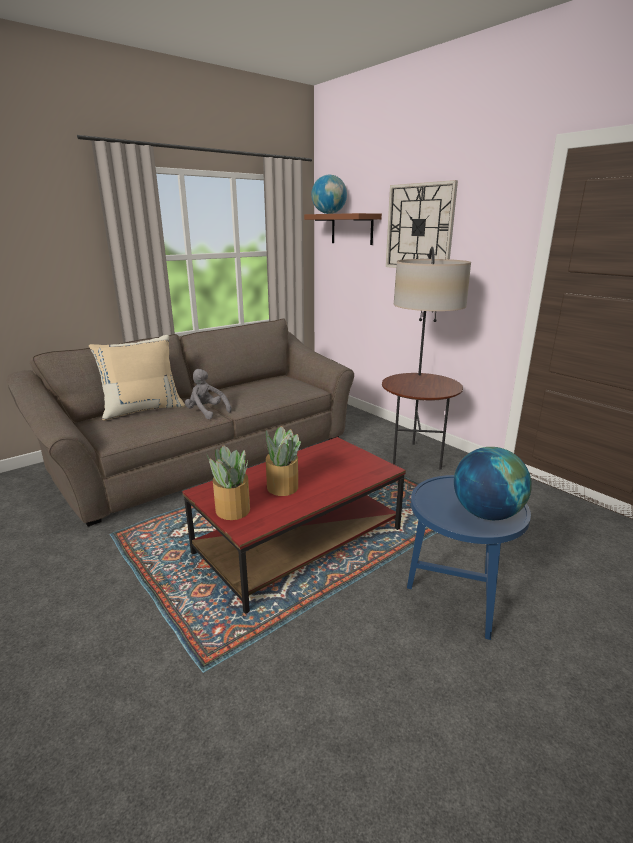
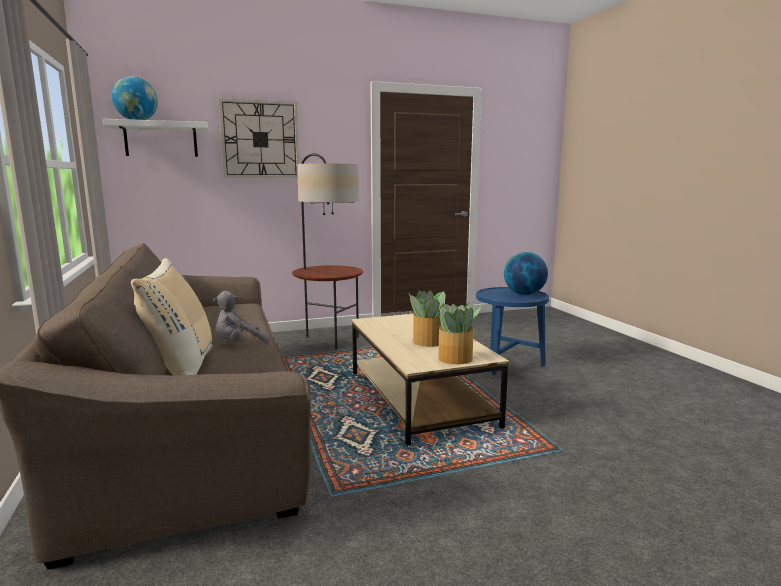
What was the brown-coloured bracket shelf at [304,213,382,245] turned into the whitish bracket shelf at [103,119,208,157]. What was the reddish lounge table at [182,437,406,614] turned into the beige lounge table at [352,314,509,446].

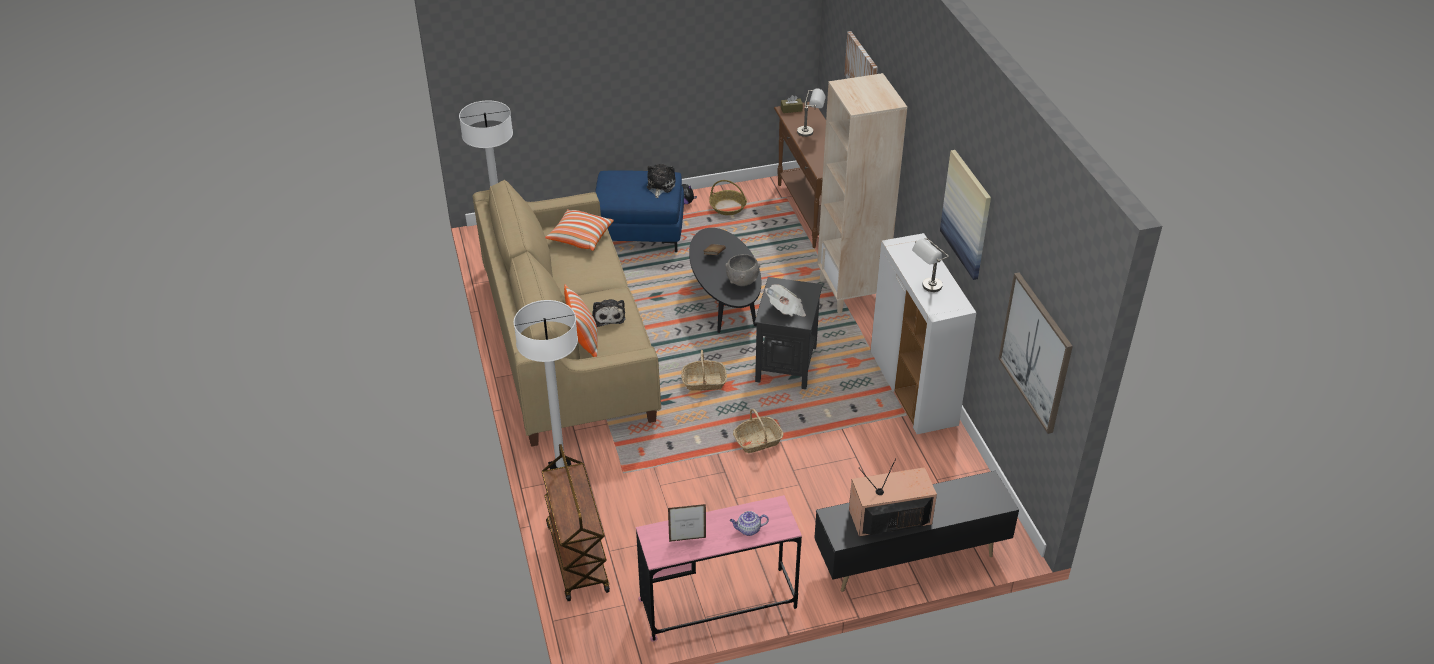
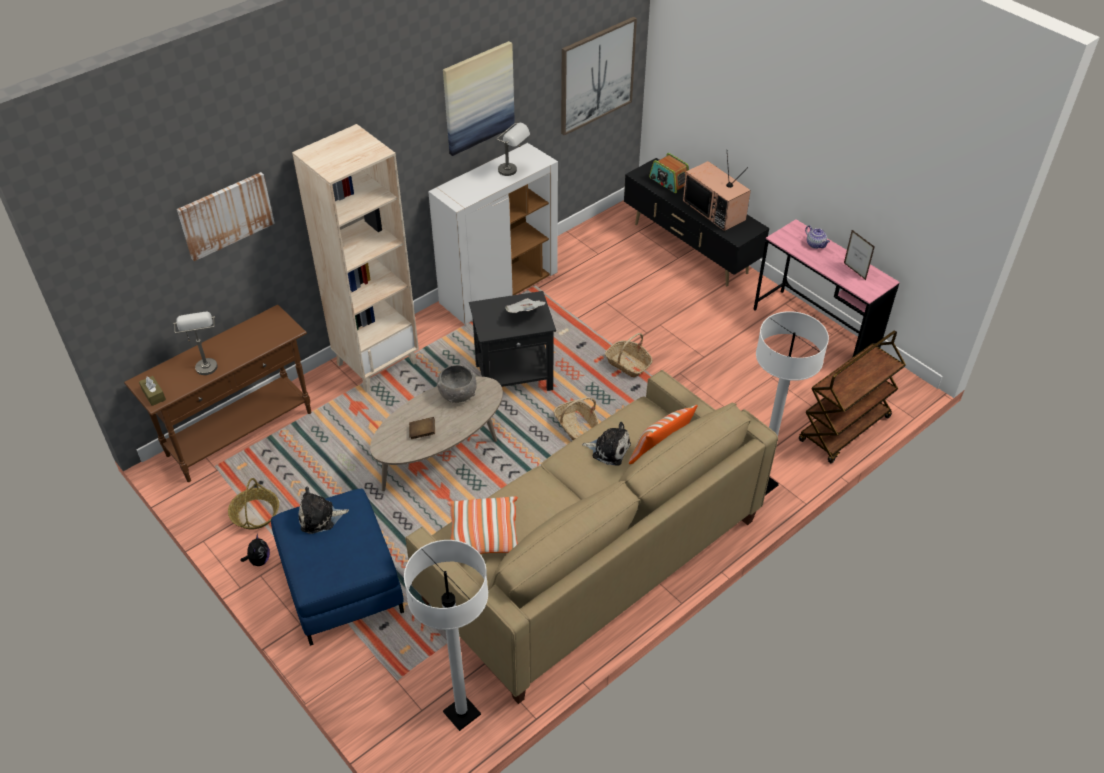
What was the black lounge table at [689,228,761,333] turned into the beige lounge table at [370,377,503,491]. The soft toy at [592,299,625,327] ended up facing another way, 60 degrees clockwise from before. The second view gained the radio at [649,153,689,193].

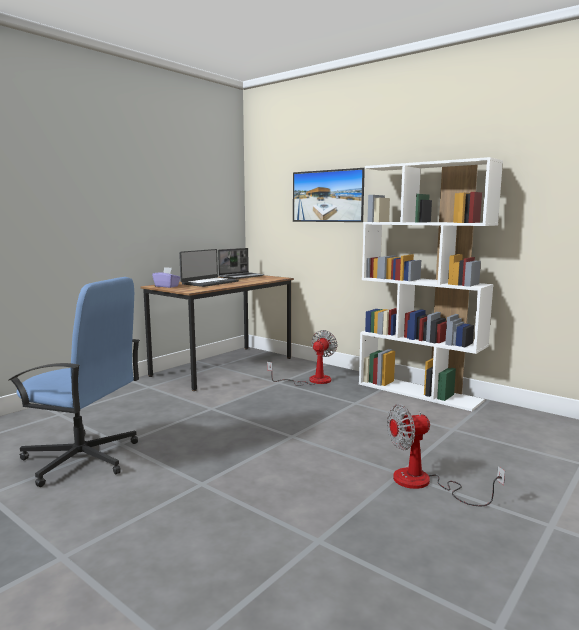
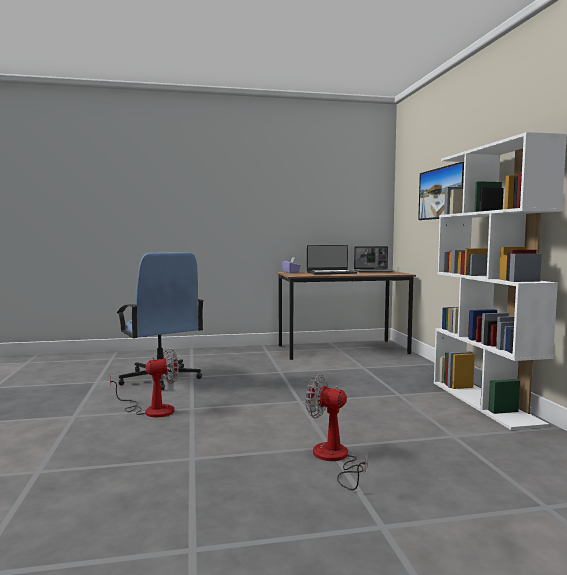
The cooling fan ended up elsewhere, having gone from [267,330,337,386] to [110,348,179,417].

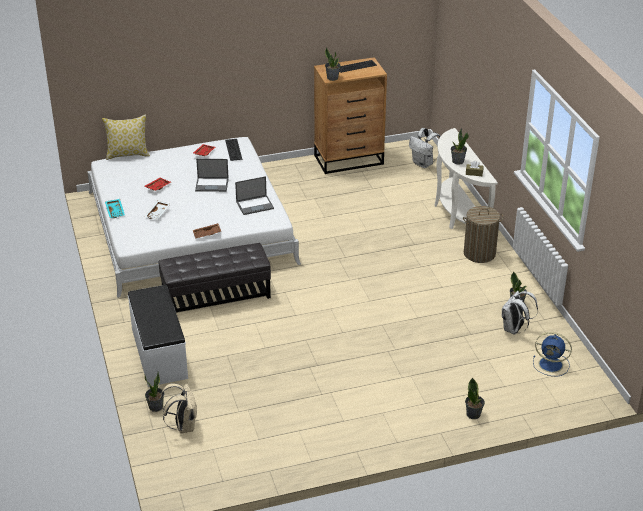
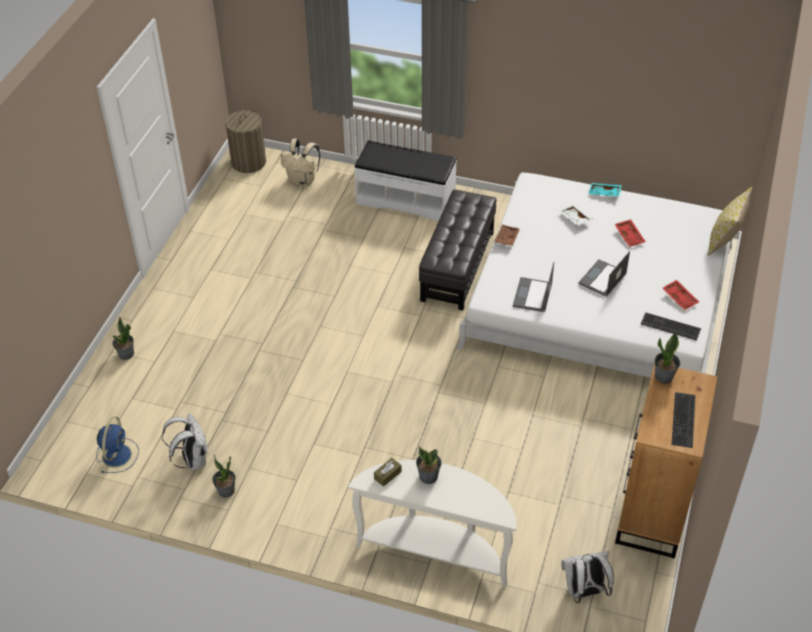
The blue cooling fan at [533,332,572,377] ended up facing another way, 135 degrees clockwise from before. The hamper ended up elsewhere, having gone from [463,206,503,263] to [225,110,266,173]. The second view lost the potted plant at [144,372,164,412].

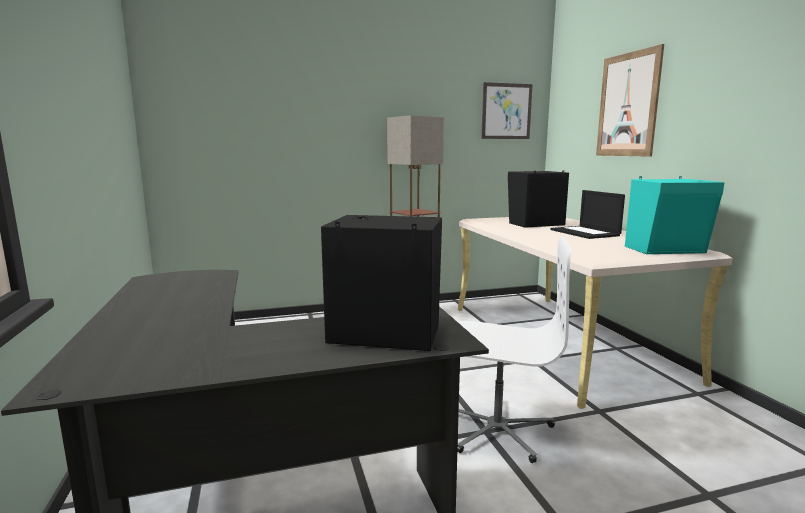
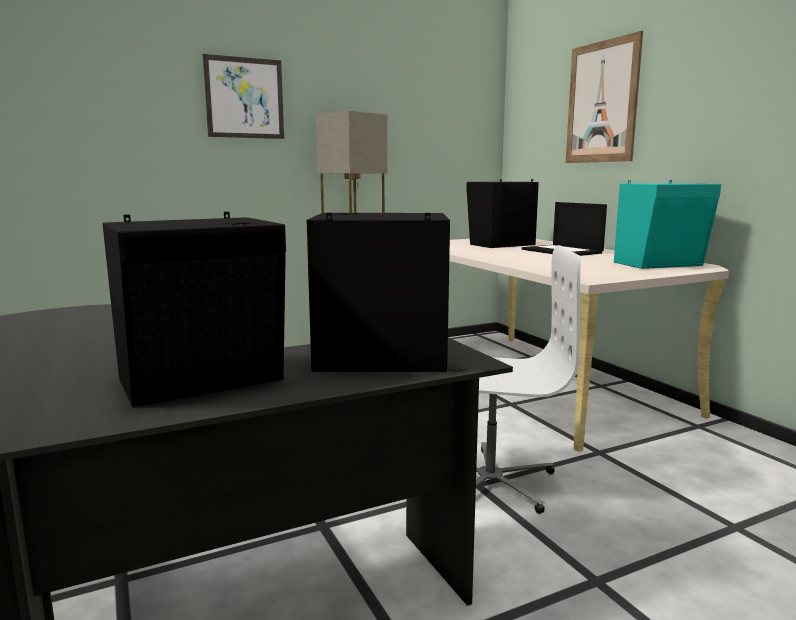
The second view gained the black audio speaker at [103,212,286,407]. The wall art ended up elsewhere, having gone from [481,82,533,139] to [203,54,284,139].

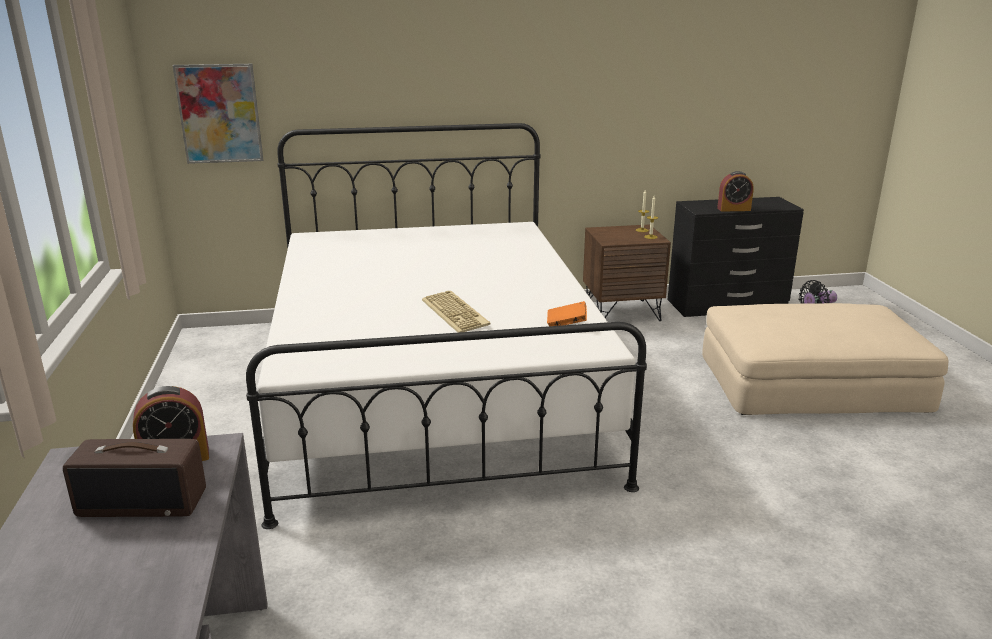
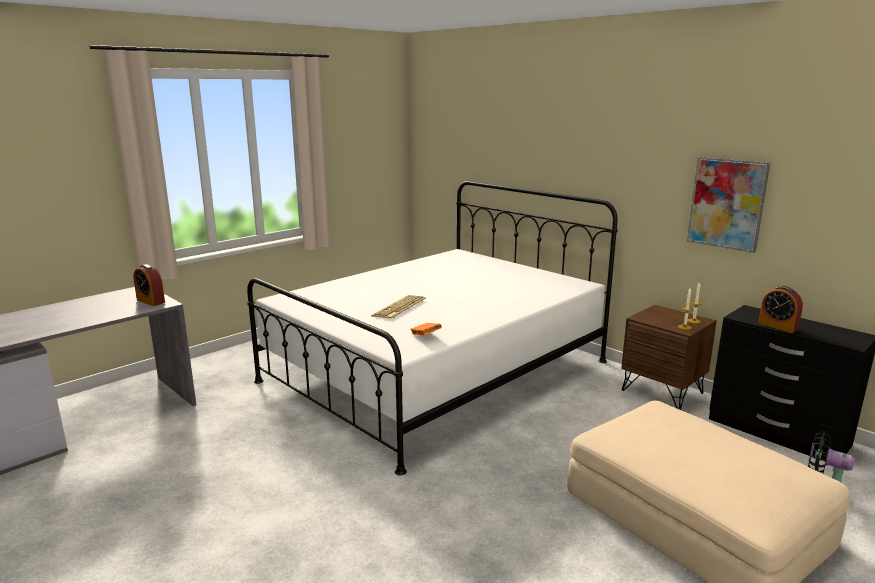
The wall art ended up elsewhere, having gone from [172,64,263,164] to [687,157,770,253]. The second view lost the radio at [63,439,206,517].

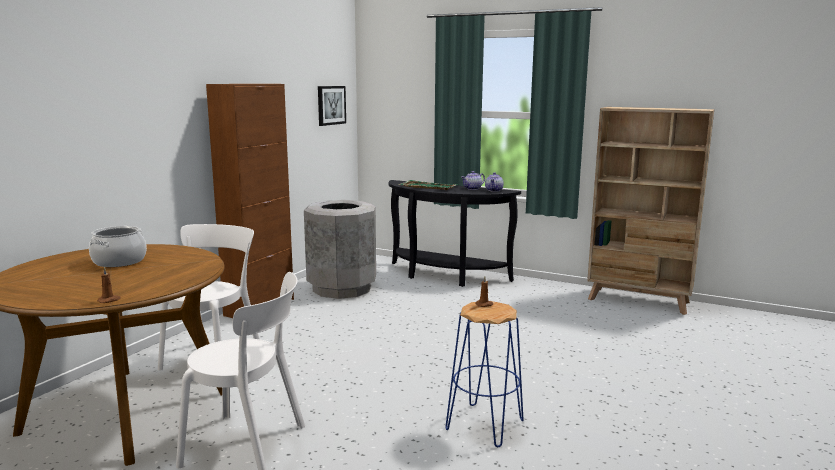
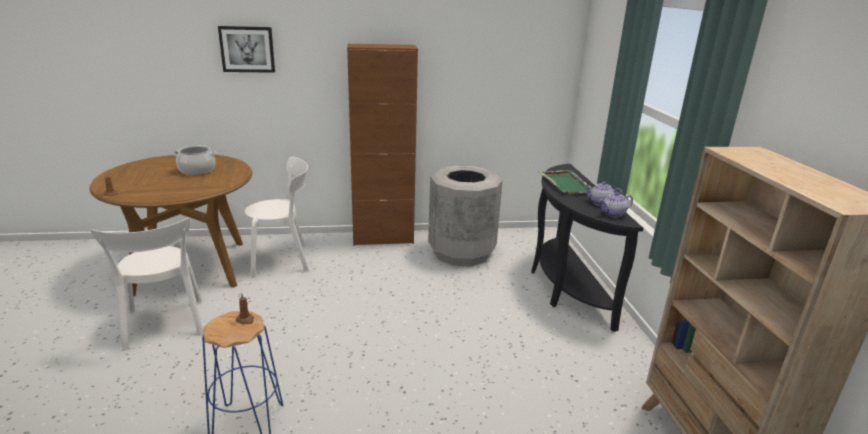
The wall art ended up elsewhere, having gone from [318,86,346,126] to [218,26,275,73].

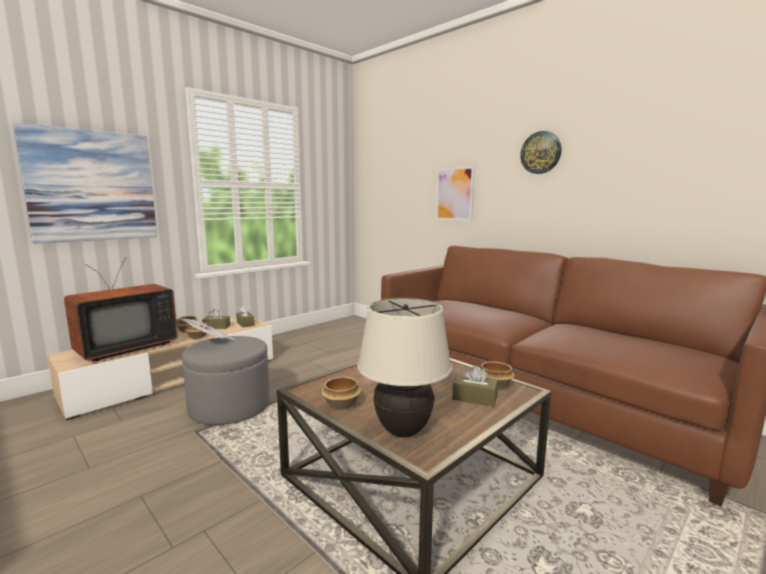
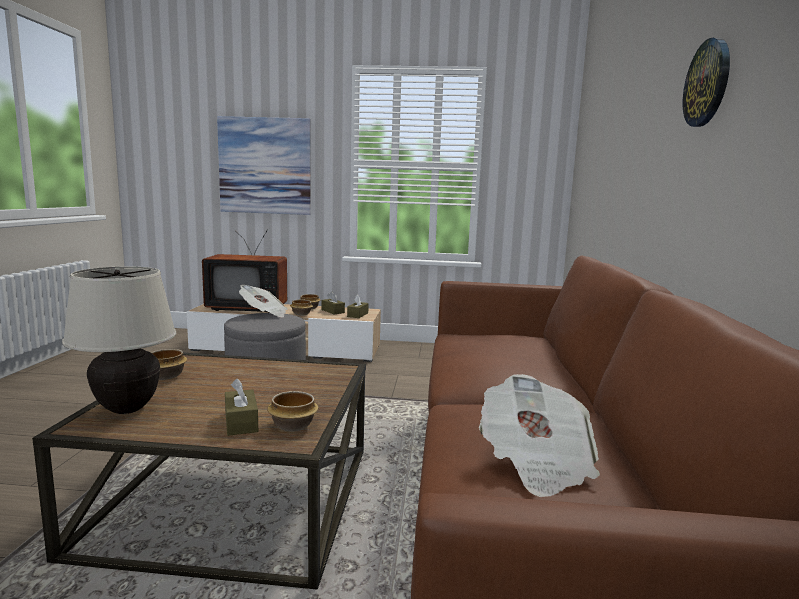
The second view gained the daily paper at [479,374,600,497]. The second view lost the wall art at [436,166,475,221].

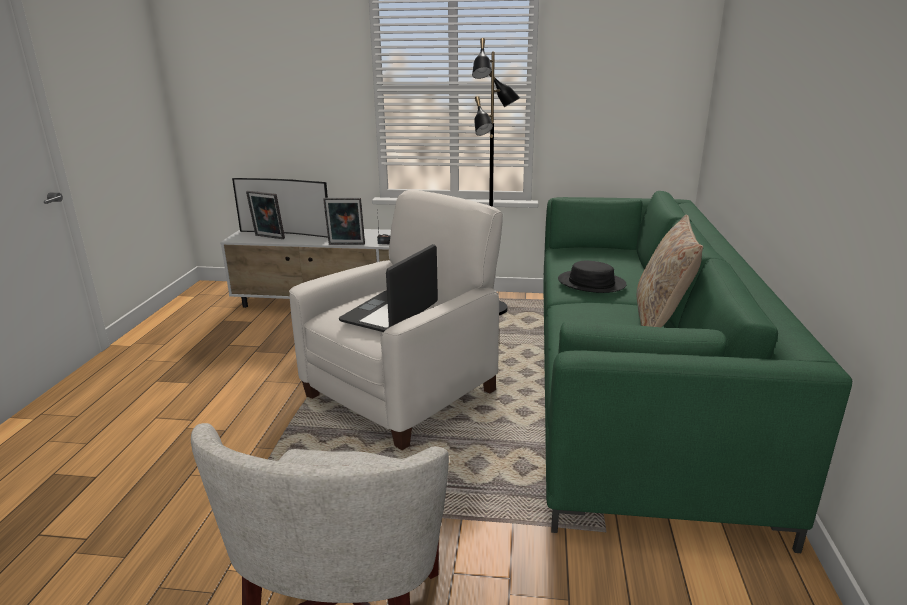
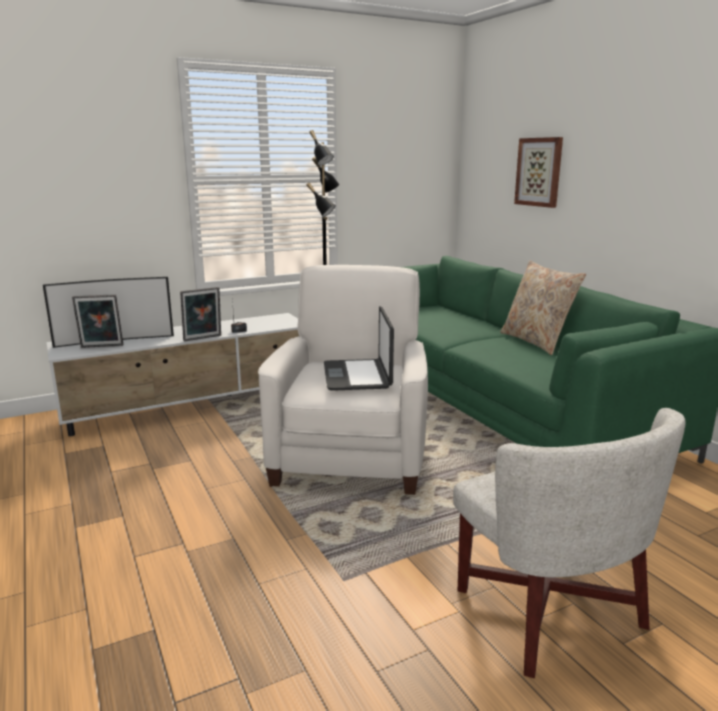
The second view gained the wall art at [514,137,563,208]. The second view lost the black wearable hat at [558,261,627,293].

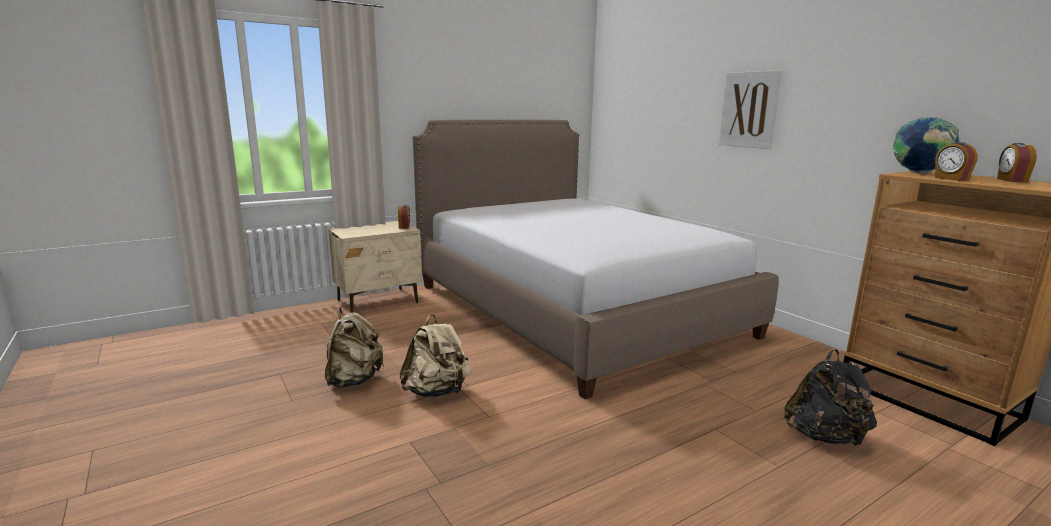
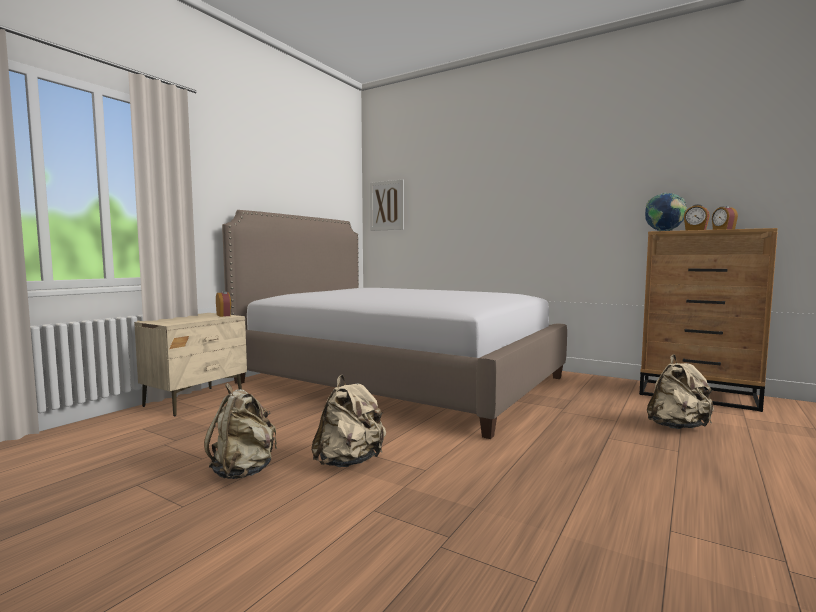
The wall art ended up elsewhere, having gone from [719,70,782,149] to [370,179,404,231]. What was the black rucksack at [784,349,877,446] turned into the beige rucksack at [647,354,714,429].

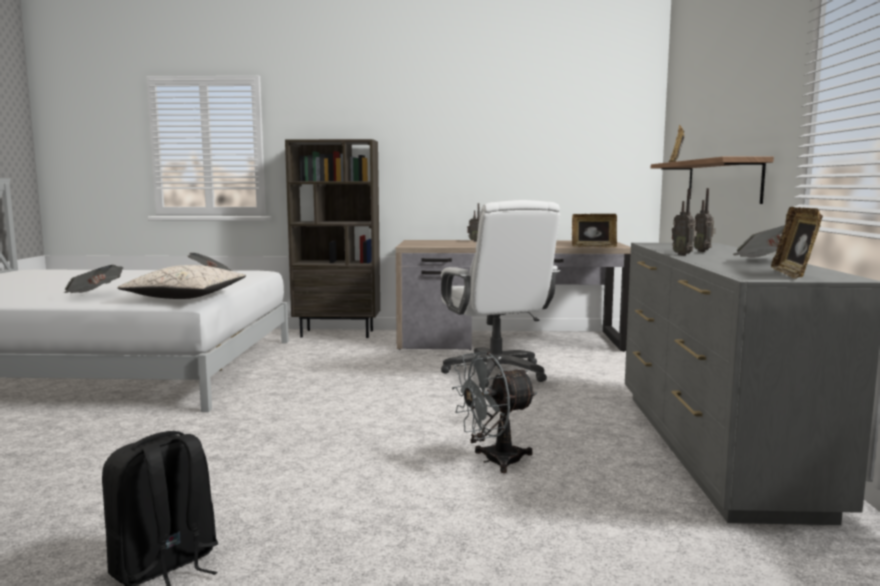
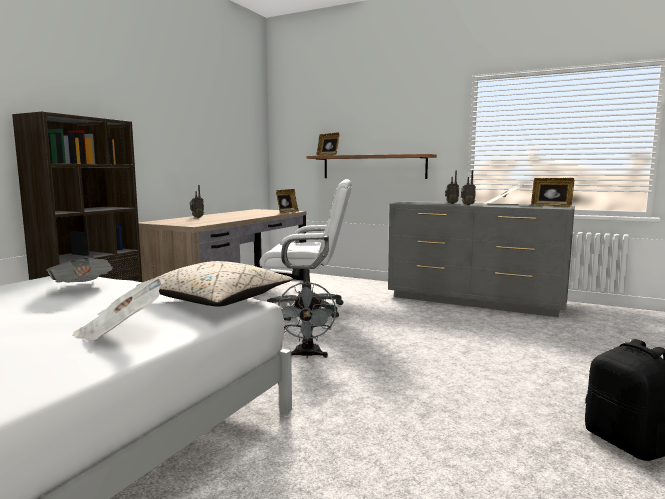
The gray cooling fan ended up elsewhere, having gone from [452,351,537,473] to [278,282,336,358].

